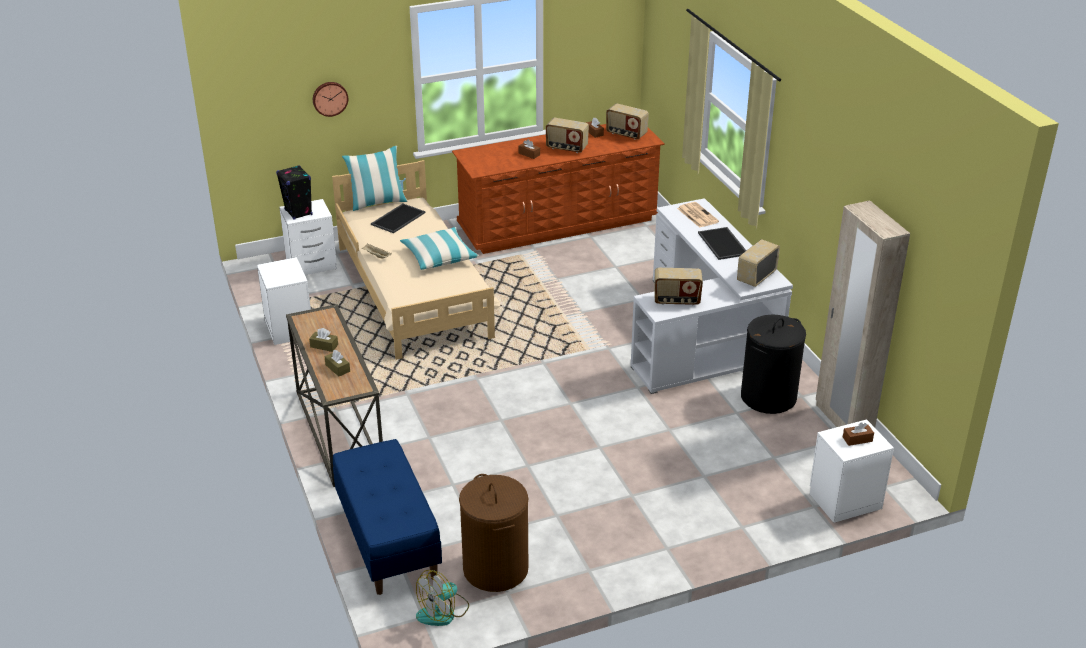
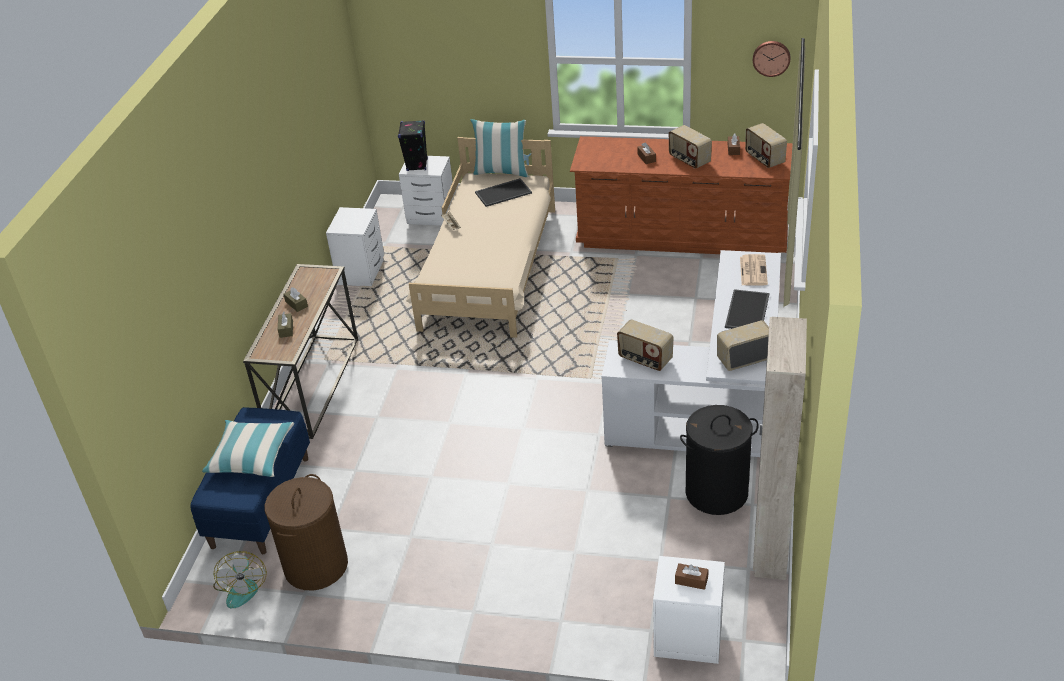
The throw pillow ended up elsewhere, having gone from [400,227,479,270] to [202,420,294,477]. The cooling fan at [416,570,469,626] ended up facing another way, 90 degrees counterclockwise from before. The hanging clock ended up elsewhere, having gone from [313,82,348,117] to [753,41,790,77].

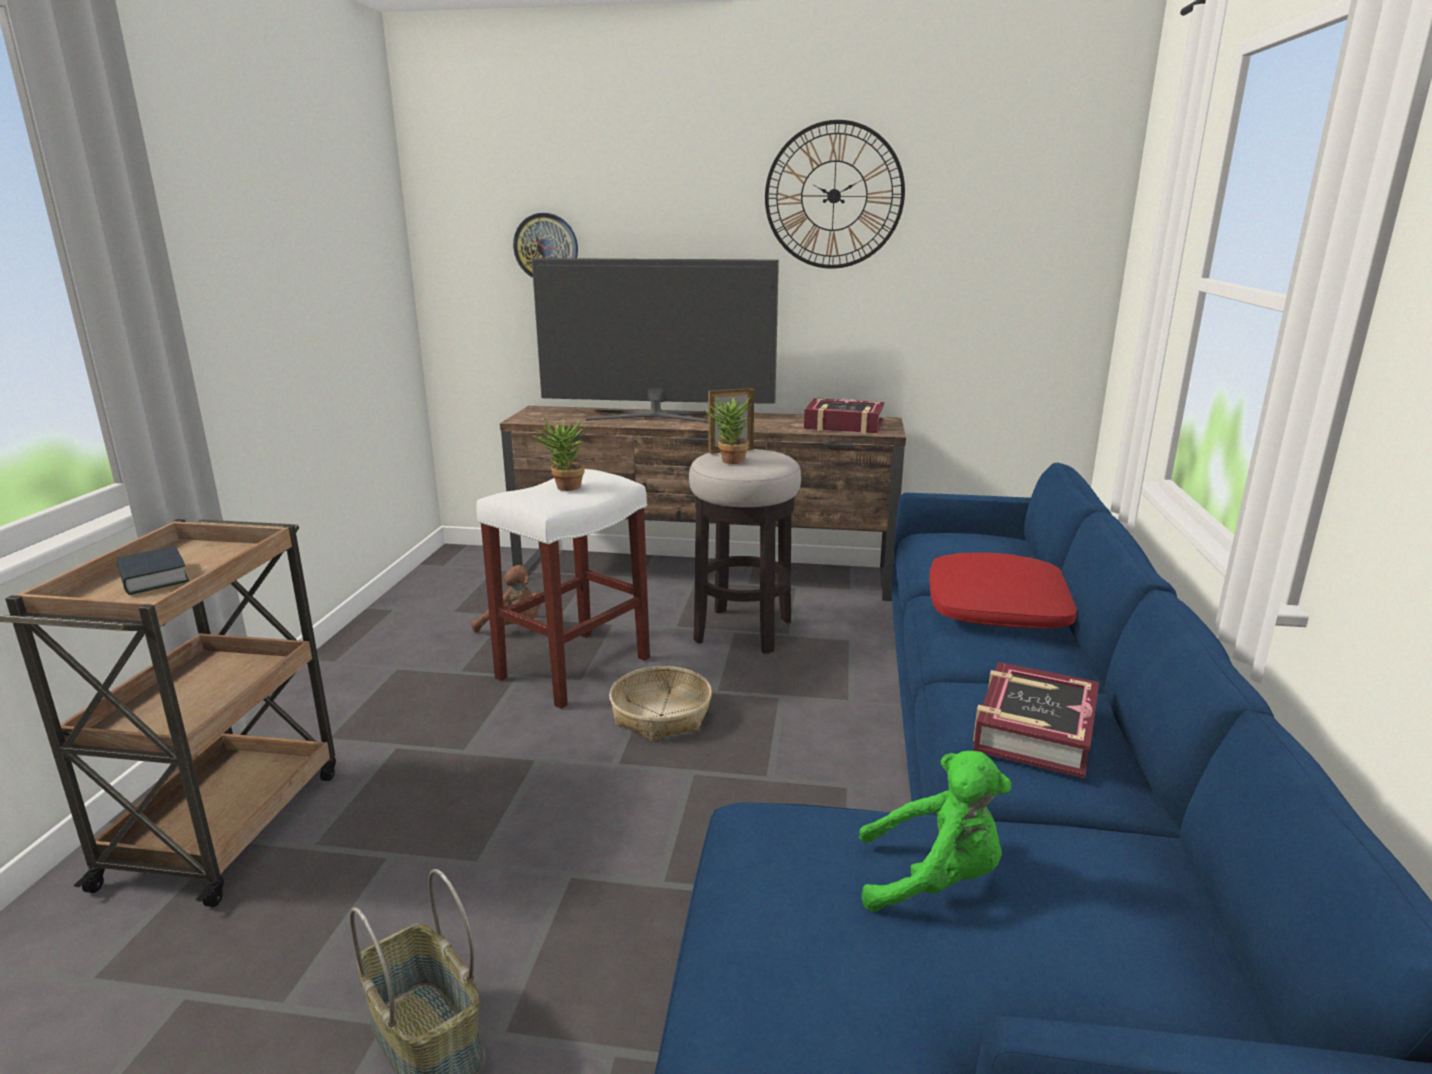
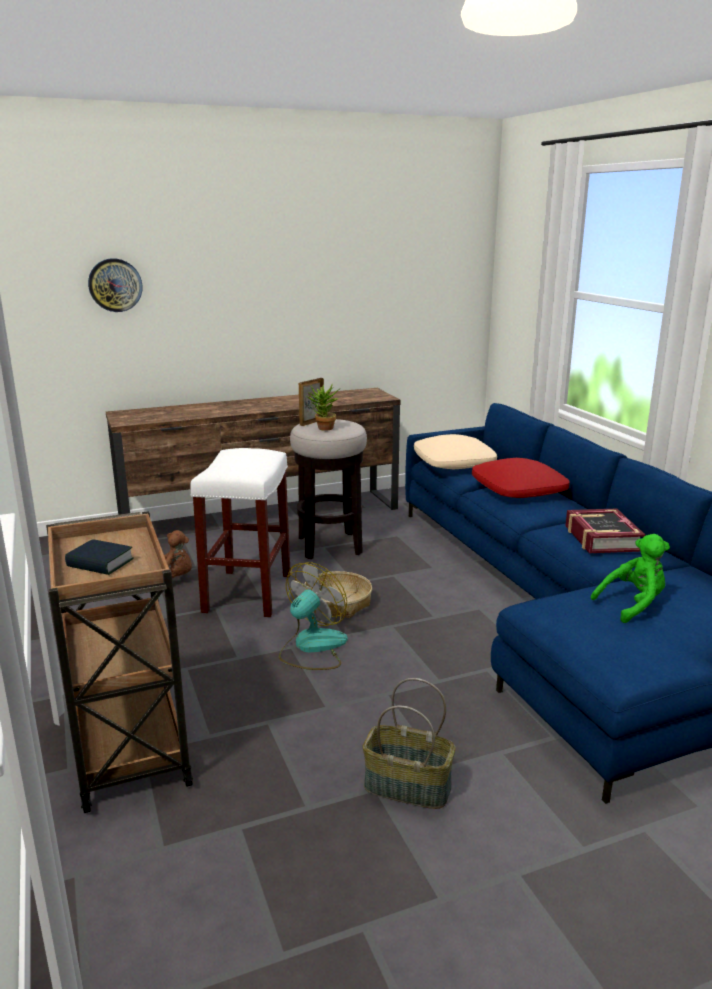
The second view gained the cooling fan at [279,563,348,670]. The second view gained the beige throw pillow at [414,434,497,469]. The second view lost the television at [532,258,779,422]. The second view lost the potted plant at [533,418,587,491]. The second view lost the hanging clock at [765,120,905,269]. The second view lost the book at [804,398,884,434].

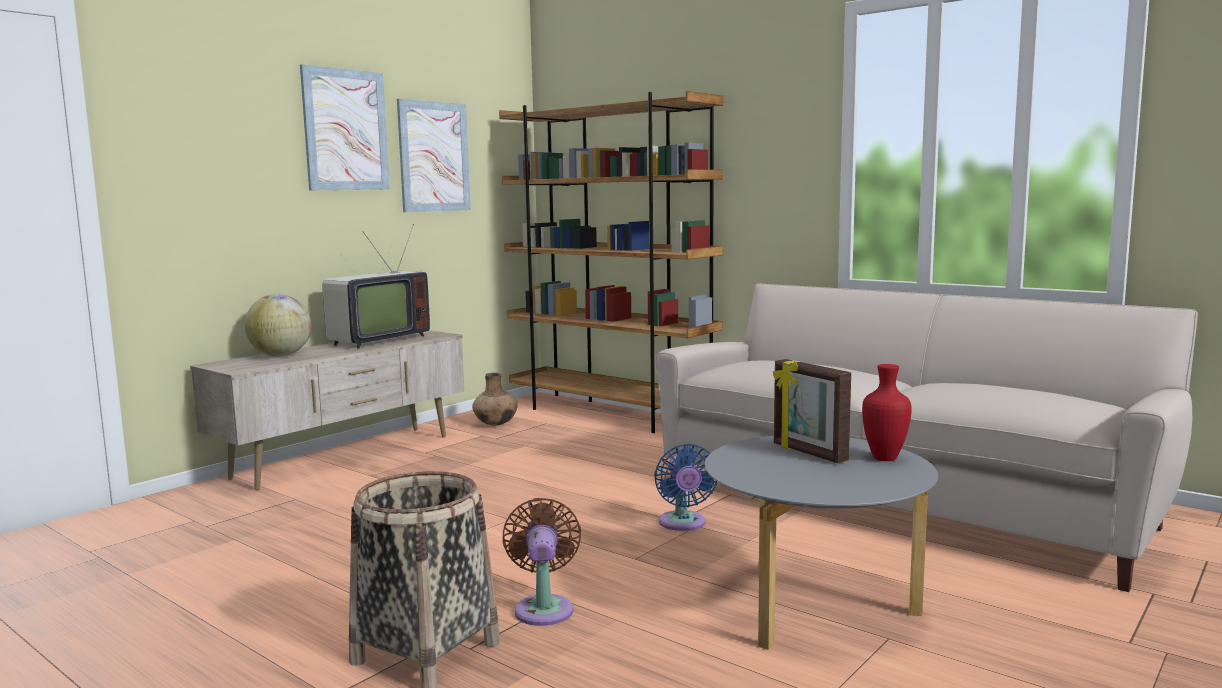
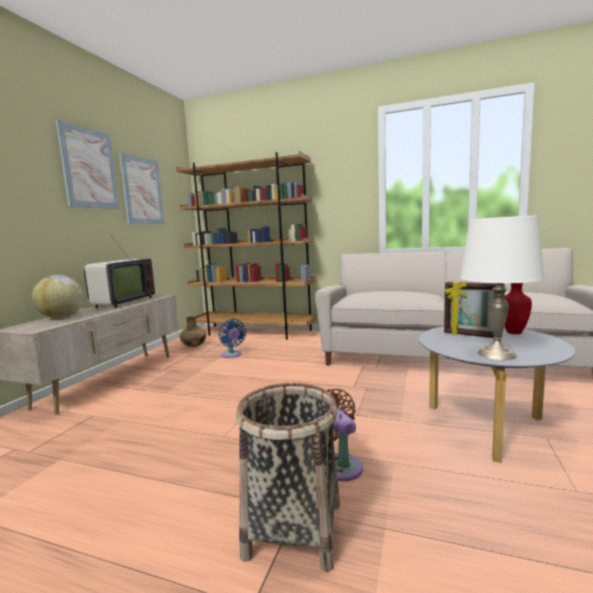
The blue cooling fan ended up elsewhere, having gone from [654,444,717,531] to [218,319,246,358]. The second view gained the whitish lamp for a table at [460,215,544,360].

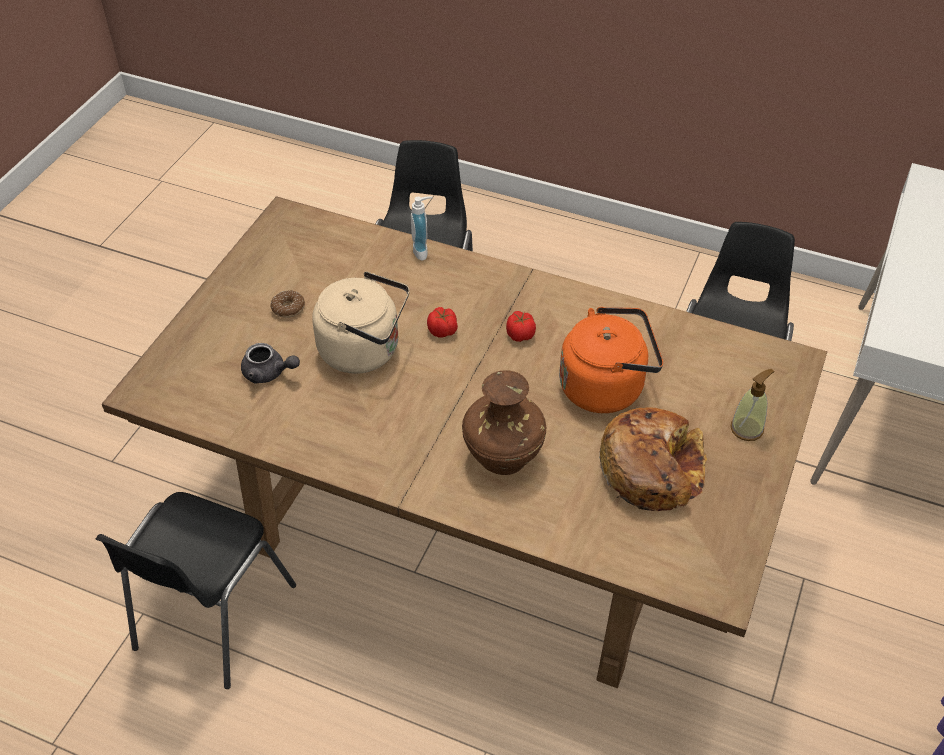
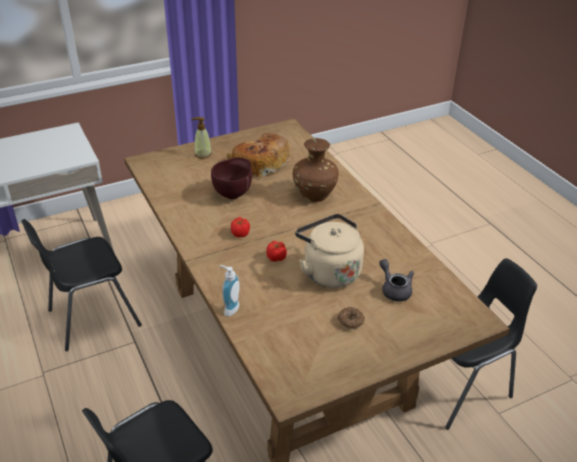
Where the orangey tea kettle stood at [559,307,663,413], the brown-coloured bowl came to stand at [211,157,252,199].

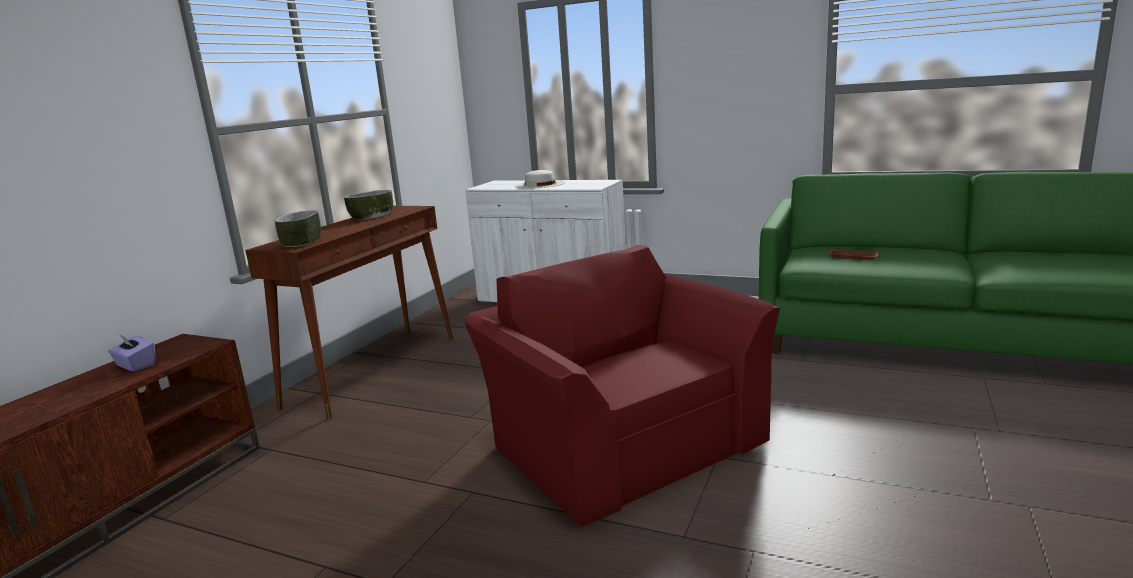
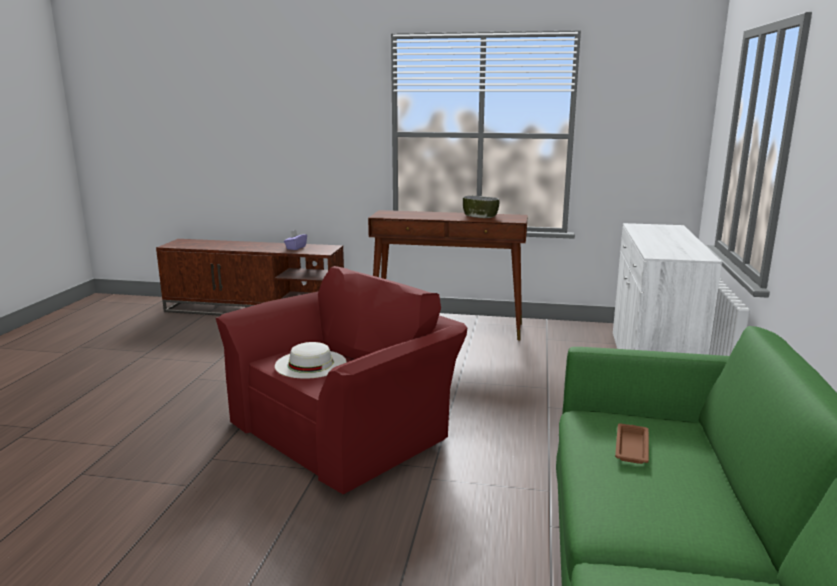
The whitish wearable hat ended up elsewhere, having gone from [515,170,566,189] to [275,342,347,379]. The second view lost the bowl at [275,211,321,247].

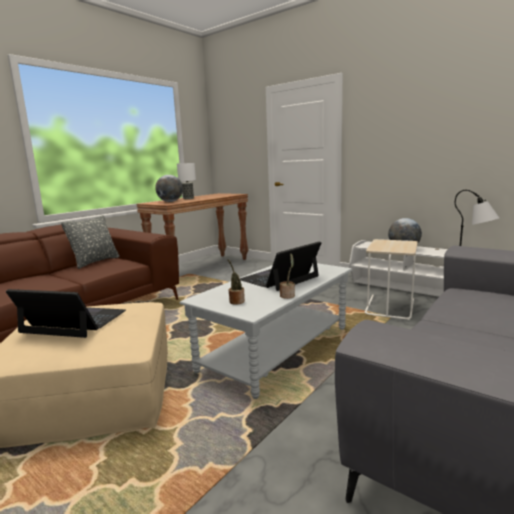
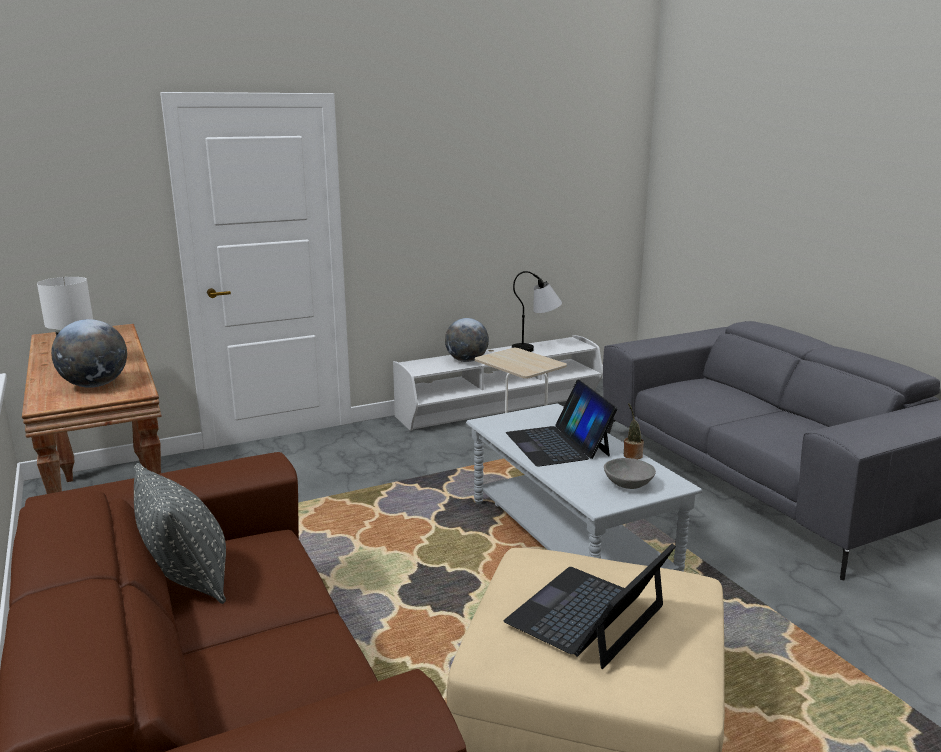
Where the potted plant stood at [228,259,245,305], the gray bowl came to stand at [604,458,656,489].

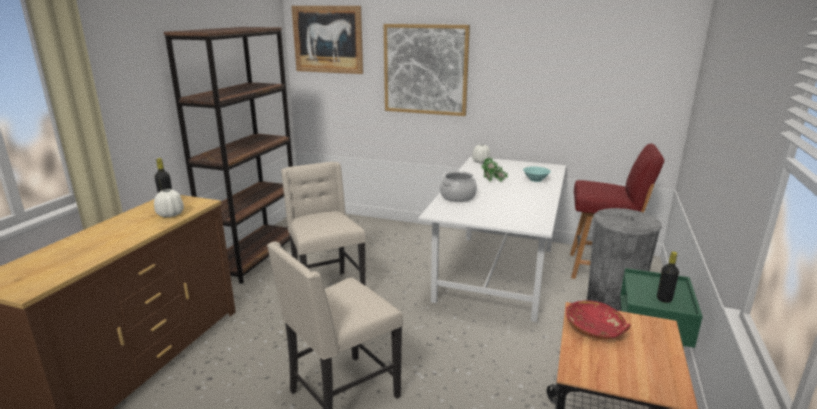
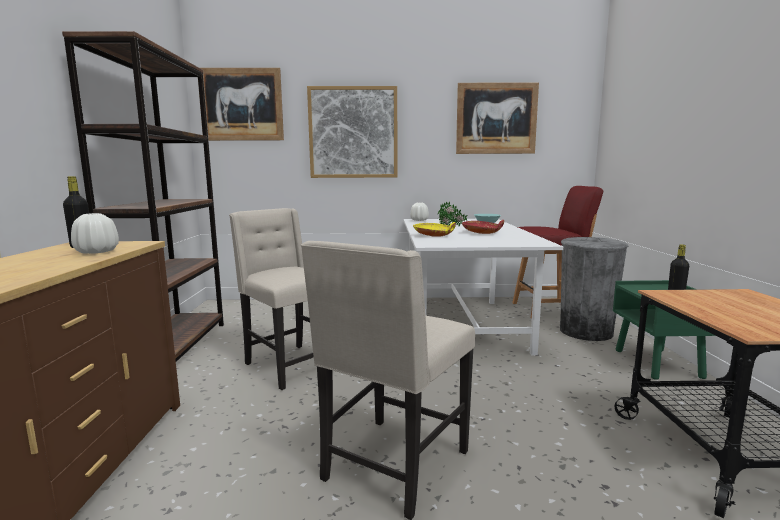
Where the saucepot stood at [440,171,477,202], the yellowish bowl came to stand at [413,222,456,237]. The second view gained the wall art at [456,82,539,154]. The reddish bowl ended up elsewhere, having gone from [566,300,631,339] to [462,220,504,234].

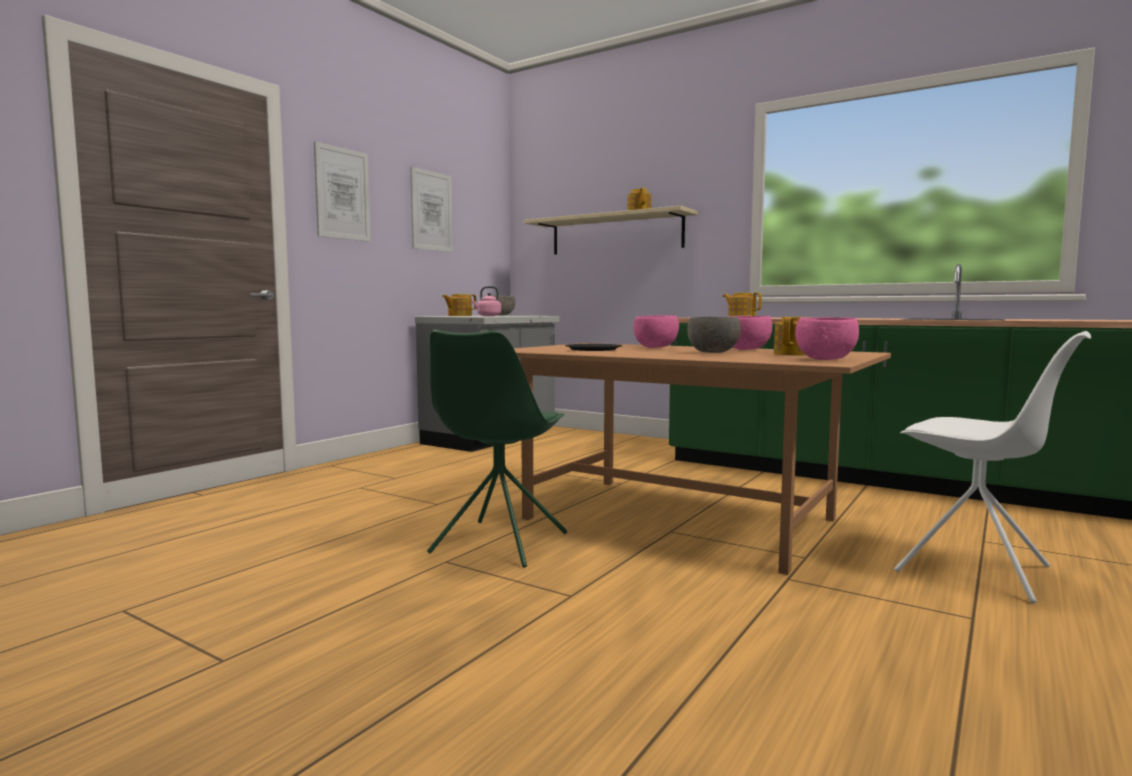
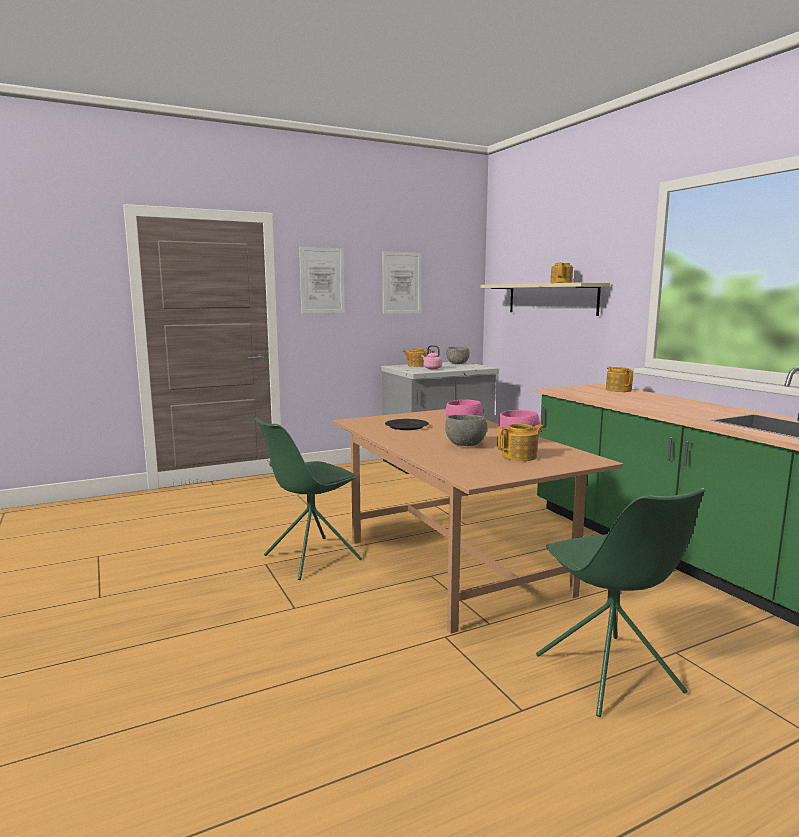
What was the whitish plain chair at [894,331,1091,603] turned into the green plain chair at [536,488,705,717]. The second view lost the pink bowl at [795,317,859,360].

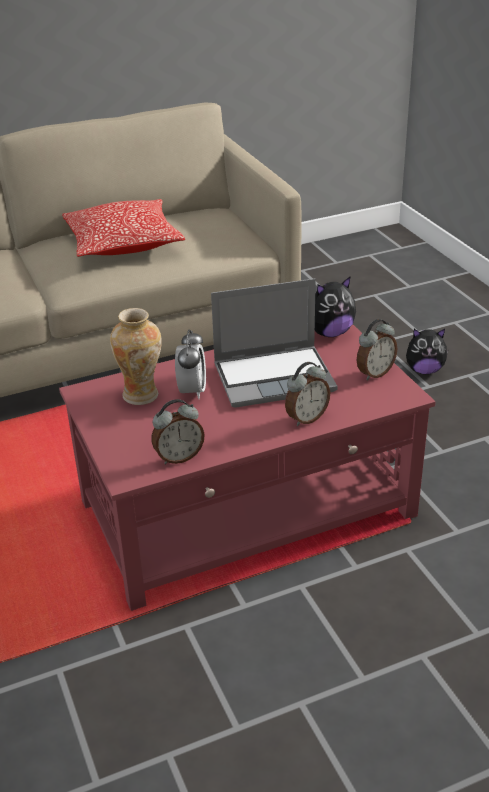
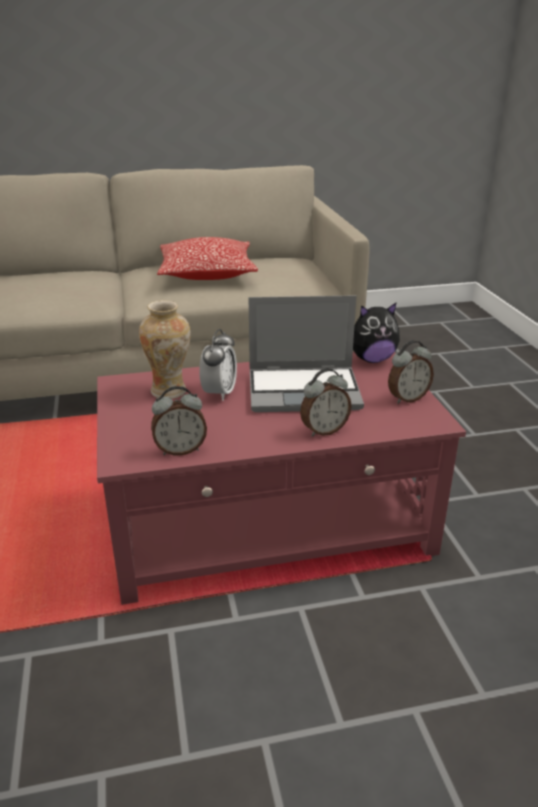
The second view lost the soft toy at [406,329,448,374].

